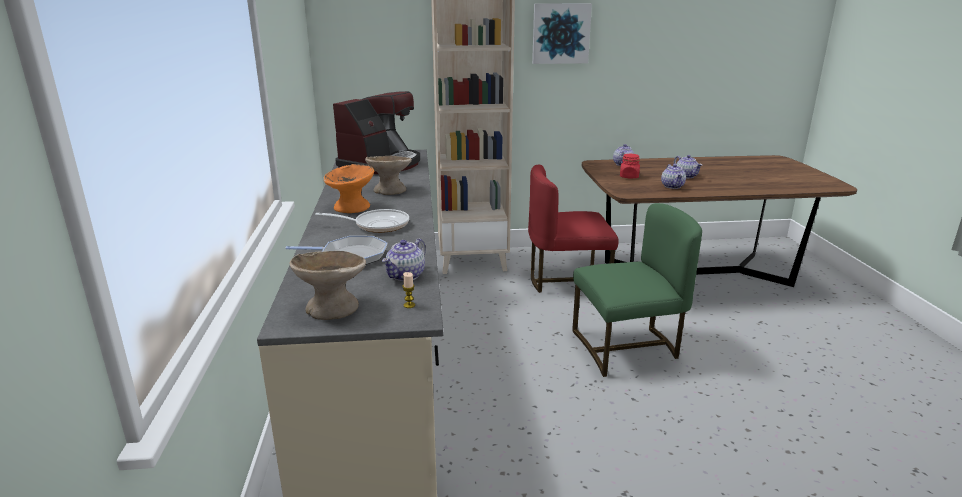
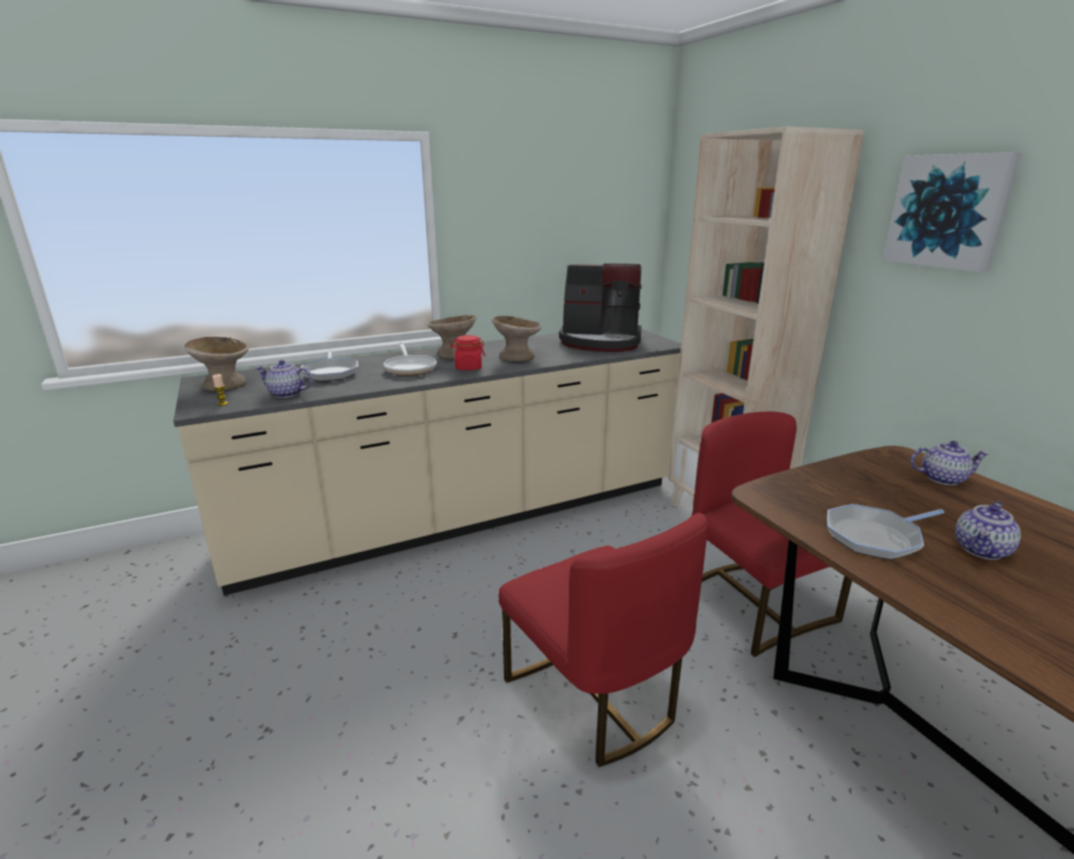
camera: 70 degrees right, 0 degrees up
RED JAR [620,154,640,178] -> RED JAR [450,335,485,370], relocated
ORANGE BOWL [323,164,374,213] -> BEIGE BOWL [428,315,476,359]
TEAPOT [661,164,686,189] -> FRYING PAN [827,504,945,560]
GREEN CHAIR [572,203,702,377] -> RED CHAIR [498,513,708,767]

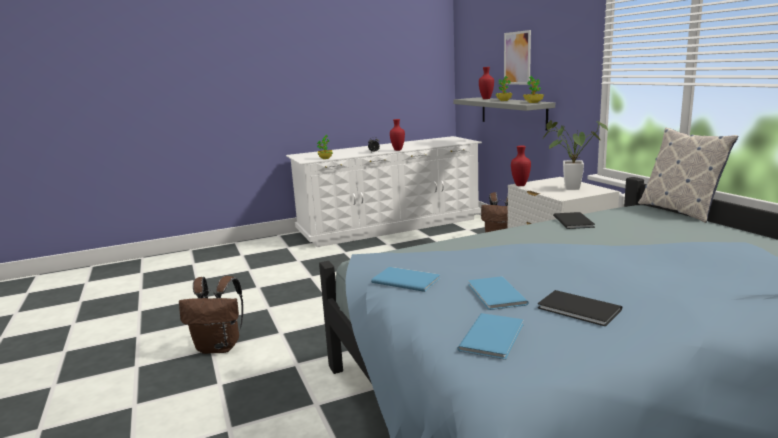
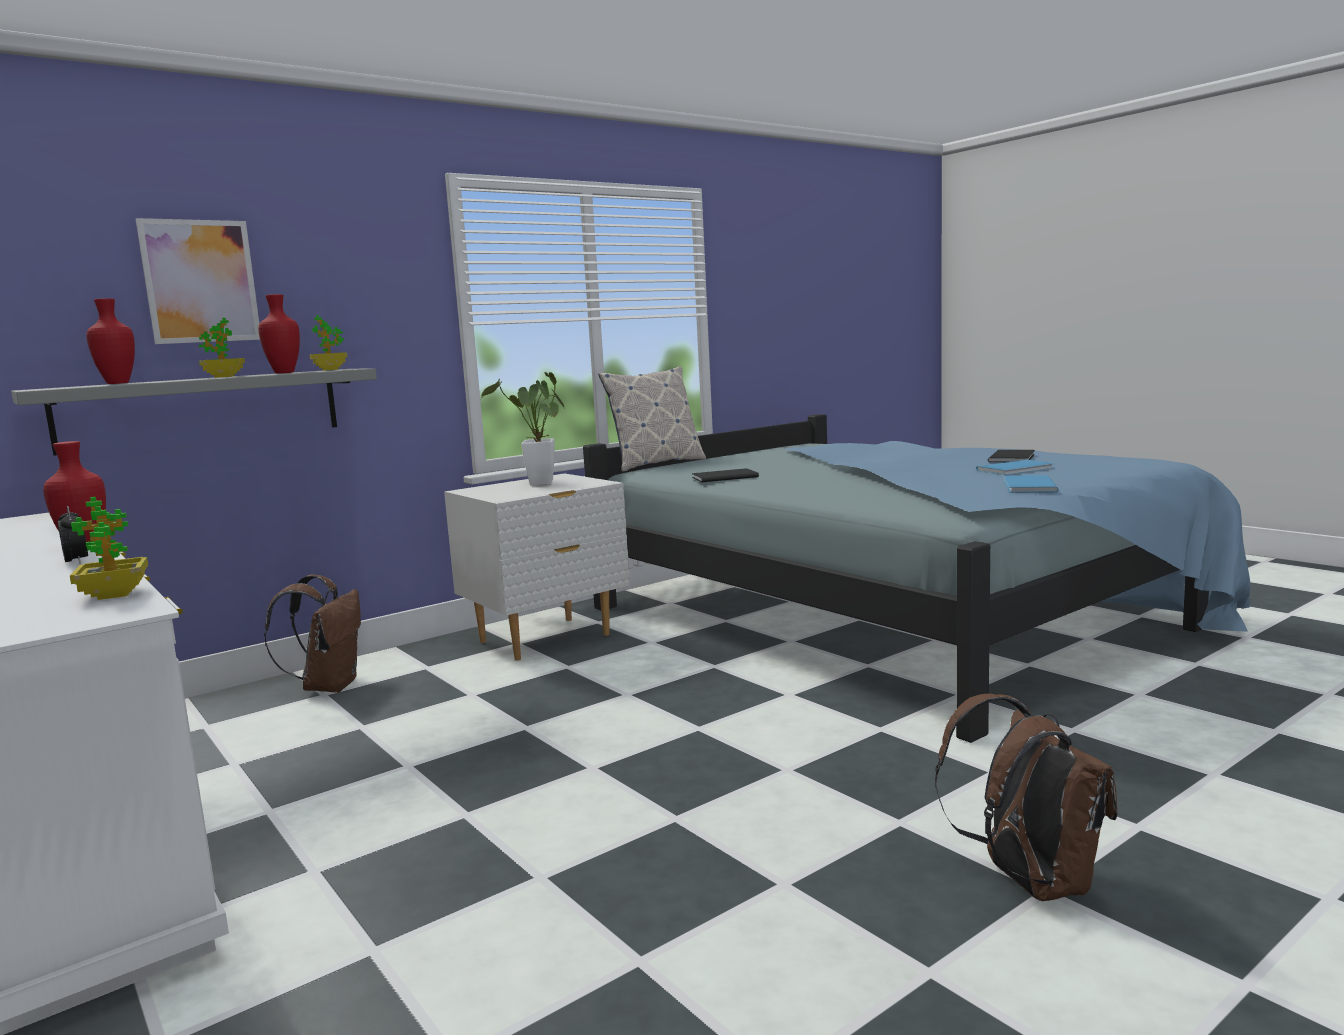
camera: 105 degrees left, 5 degrees down
RED VASE [511,146,531,186] -> RED VASE [258,294,300,374], relocated
BLUE BOOK [457,313,524,360] -> none

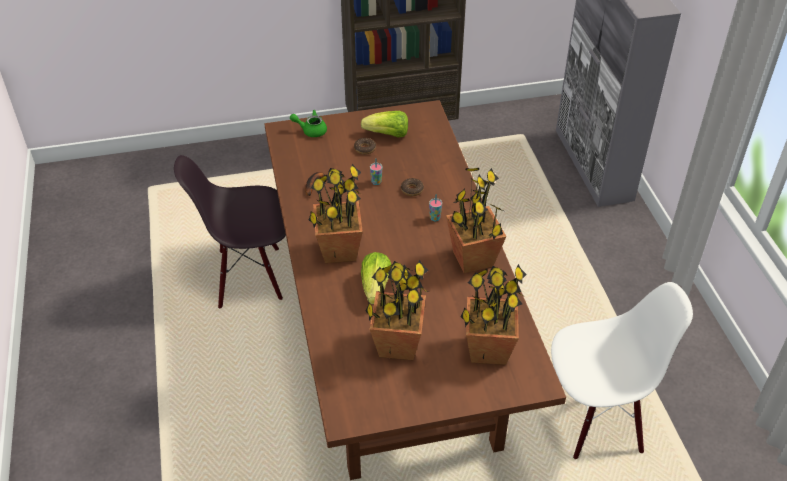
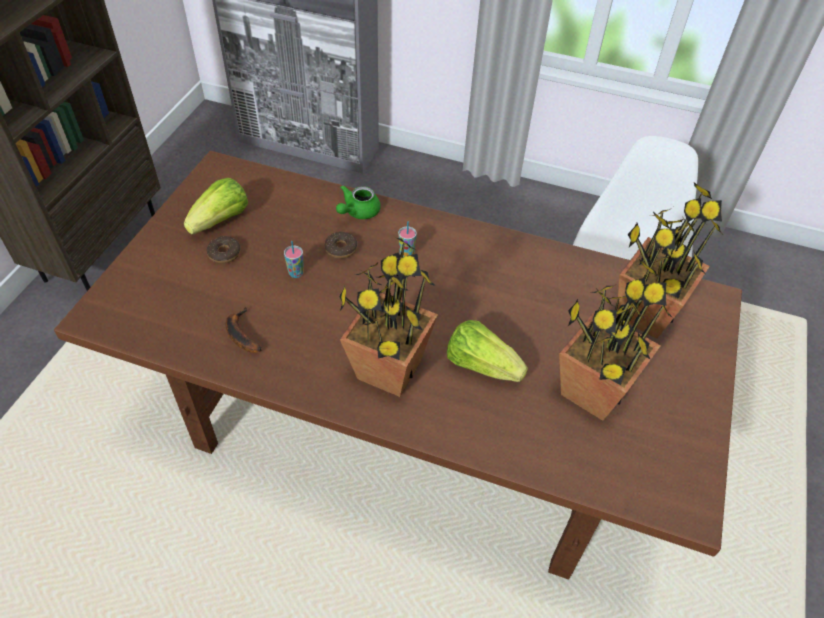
camera: 60 degrees left, 5 degrees up
GREEN TEAPOT [290,110,327,137] -> GREEN TEAPOT [336,185,381,219], relocated
BLACK CHAIR [174,155,286,308] -> none
POTTED PLANT [446,168,507,273] -> none

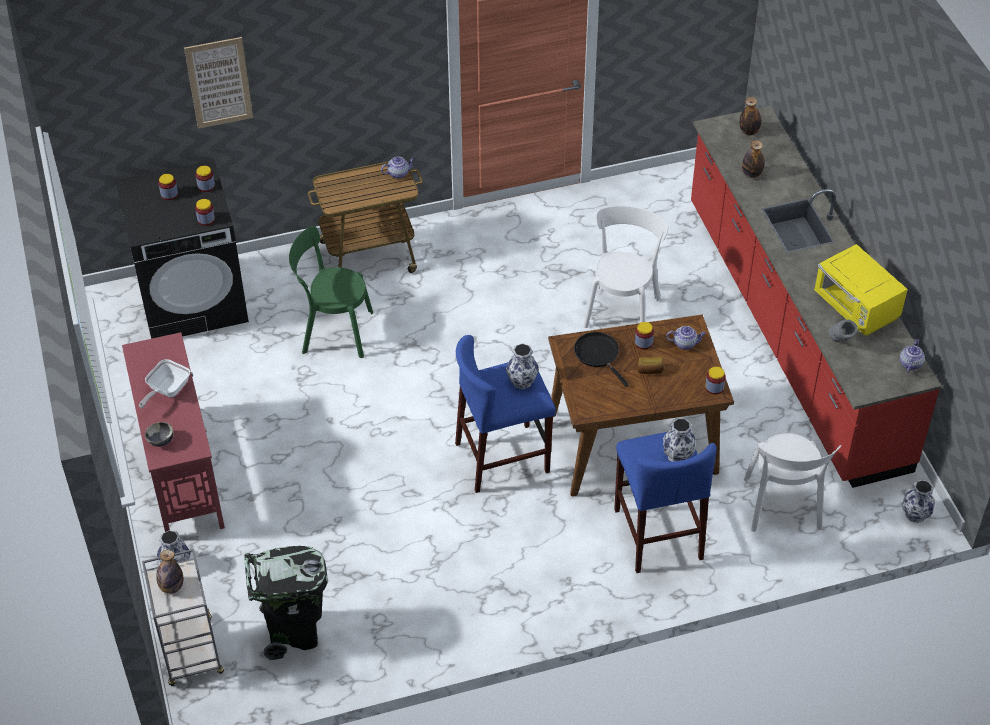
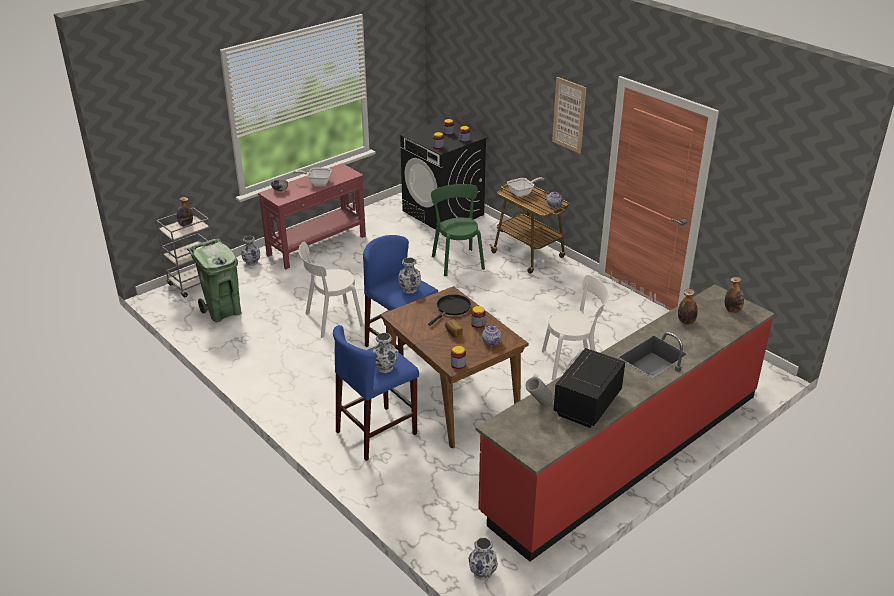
camera: 65 degrees right, 15 degrees down
PICTURE [184,37,253,129] -> PICTURE [552,77,586,153], relocated
YELLOW MICROWAVE [814,244,908,336] -> BLACK MICROWAVE [553,348,625,428]
TEAPOT [900,338,925,372] -> none
WHITE CHAIR [744,433,842,532] -> WHITE CHAIR [299,242,364,338], relocated
BLACK TRASH CAN [244,546,328,660] -> GREEN TRASH CAN [187,239,242,322]
none -> FRYING PAN [507,177,544,197]

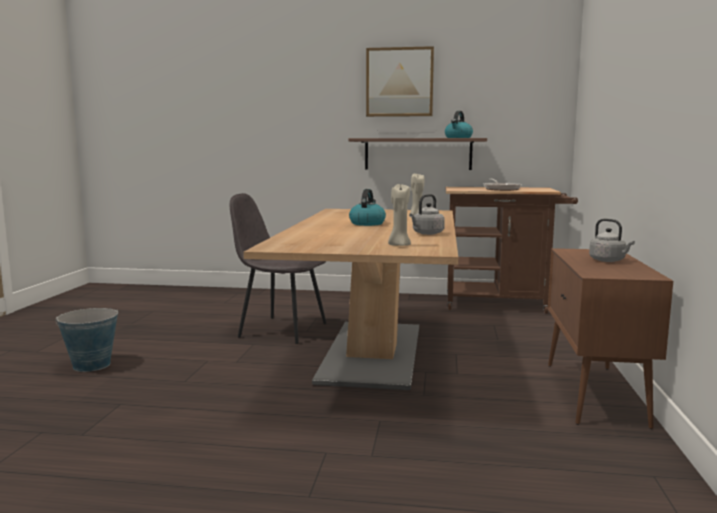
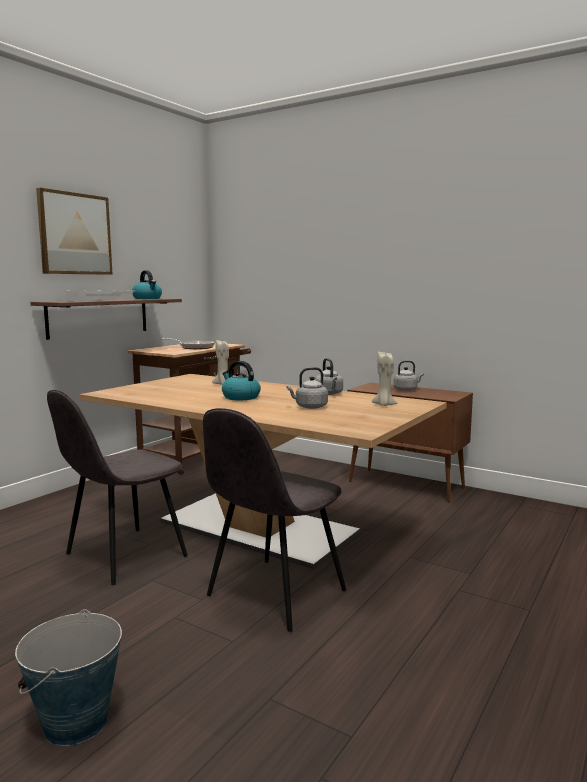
camera: 65 degrees left, 0 degrees up
none -> GREY KETTLE [286,367,328,409]
none -> GREY CHAIR [203,408,346,632]

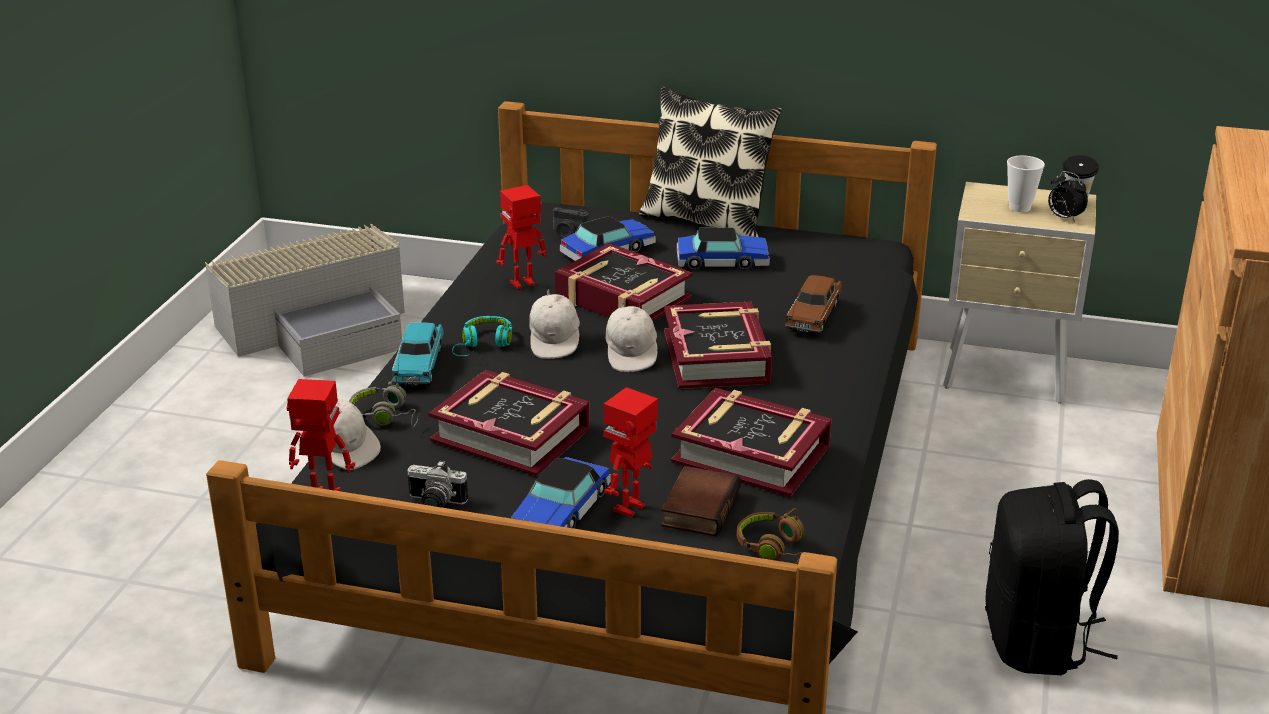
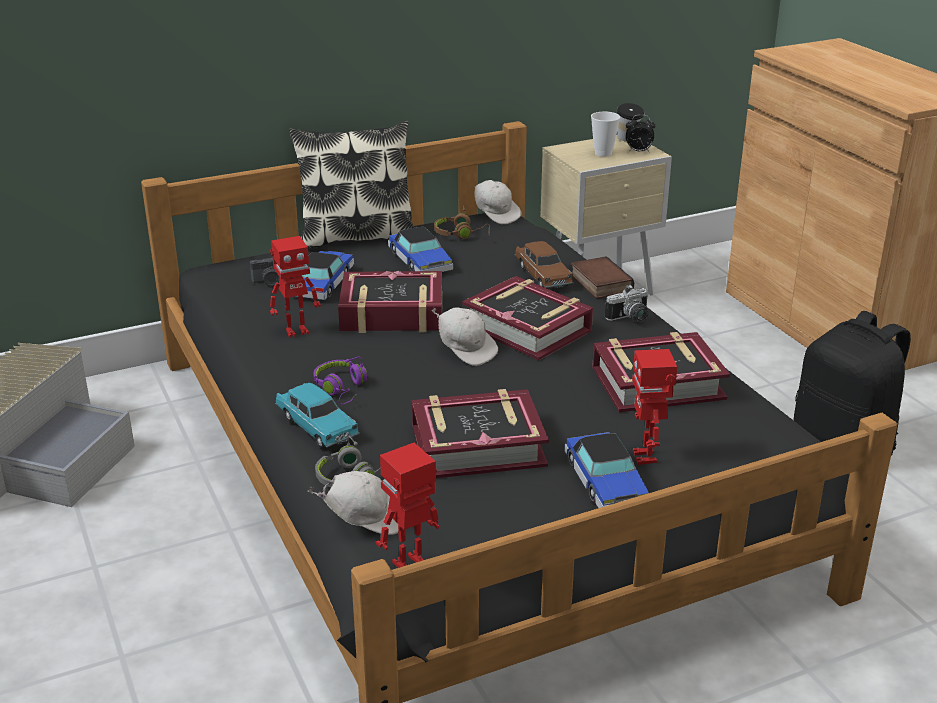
camera: 40 degrees left, 0 degrees up
TOY ROBOT [496,185,546,289] -> TOY ROBOT [270,236,321,338], 135 degrees counterclockwise
TOY CAR [677,227,770,270] -> TOY CAR [388,227,453,272], 105 degrees clockwise
WHITE CAP [529,289,580,359] -> WHITE CAP [474,180,522,225], relocated
TURQUOISE HEADPHONES [452,316,512,356] -> PURPLE HEADPHONES [314,357,367,405]
PHOTO CAMERA [407,460,468,508] -> PHOTO CAMERA [605,285,649,322], relocated
BOOK [661,466,741,537] -> BOOK [571,256,634,299], relocated
BROWN HEADPHONES [737,508,804,564] -> BROWN HEADPHONES [434,206,490,239], relocated

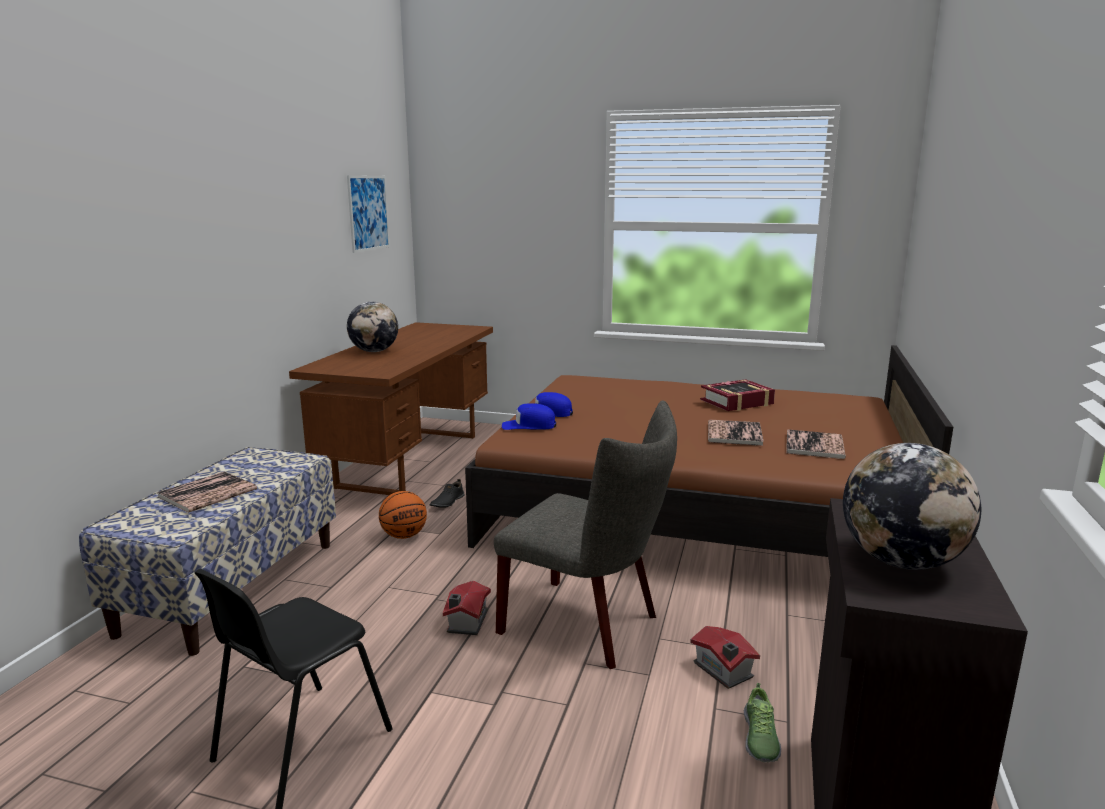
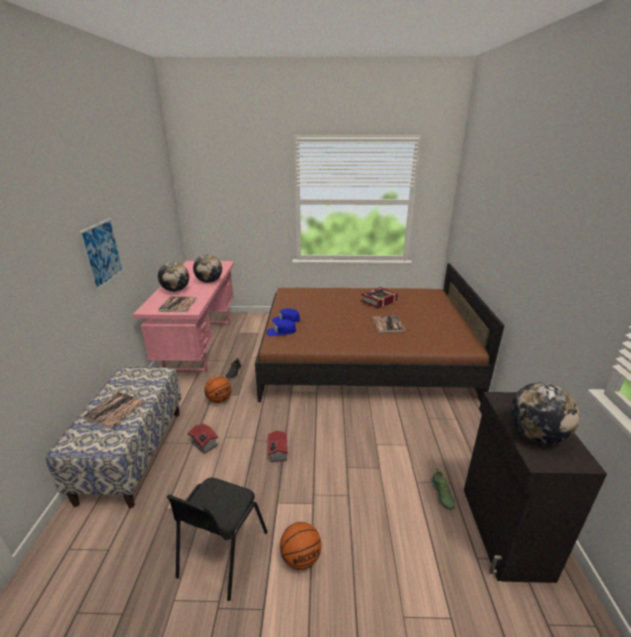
camera: 15 degrees left, 10 degrees up
PICTURE [347,175,390,253] -> PICTURE [79,218,124,291], relocated
BROWN DESK [289,322,493,495] -> PINK DESK [132,261,234,373]
GREY CHAIR [494,400,677,669] -> none
BOOK [786,429,846,459] -> BOOK [158,296,196,312], relocated
TOY HOUSE [690,626,760,689] -> TOY HOUSE [188,424,219,454], relocated
none -> GLOBE [193,254,222,283]
none -> BASKETBALL [280,522,321,570]

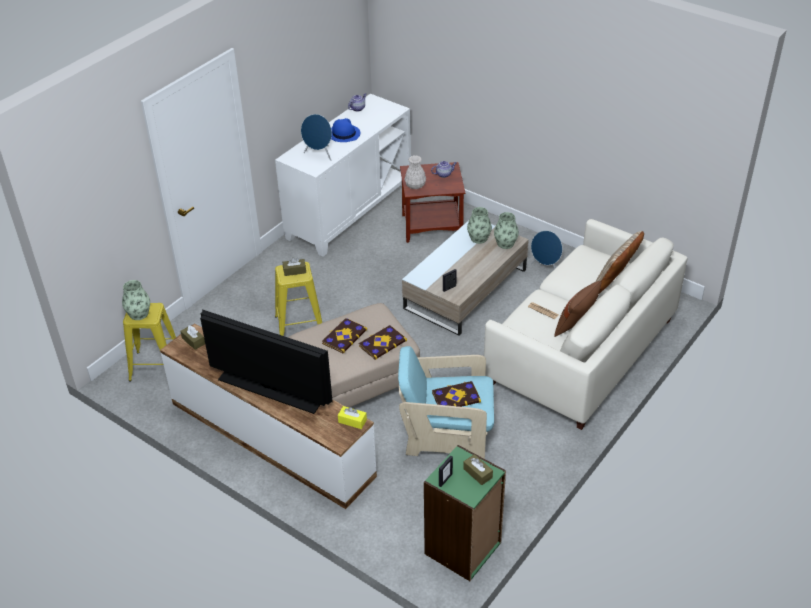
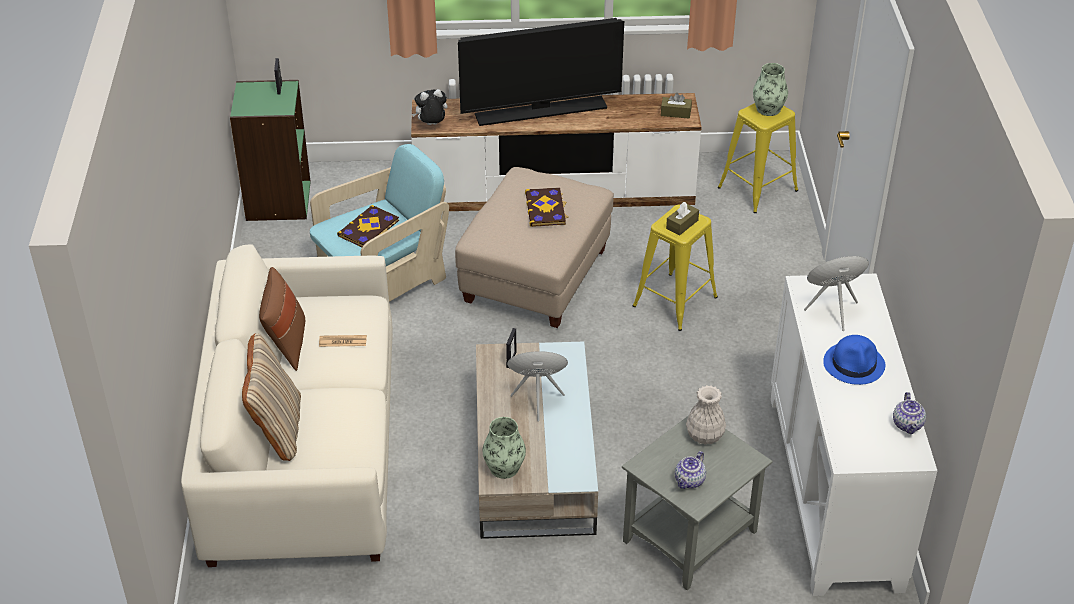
camera: 140 degrees right, 0 degrees up
BROWN SIDE TABLE [400,162,465,243] -> GREY SIDE TABLE [622,415,773,590]
VASE [467,207,492,244] -> none
BLUE SPEAKER [531,231,562,269] -> BLUE SPEAKER [507,351,568,422], relocated
BOOK [359,325,407,360] -> none
YELLOW TISSUE BOX [338,406,367,429] -> PLUSH TOY [412,89,448,125]
BROWN TISSUE BOX [463,454,493,485] -> none

